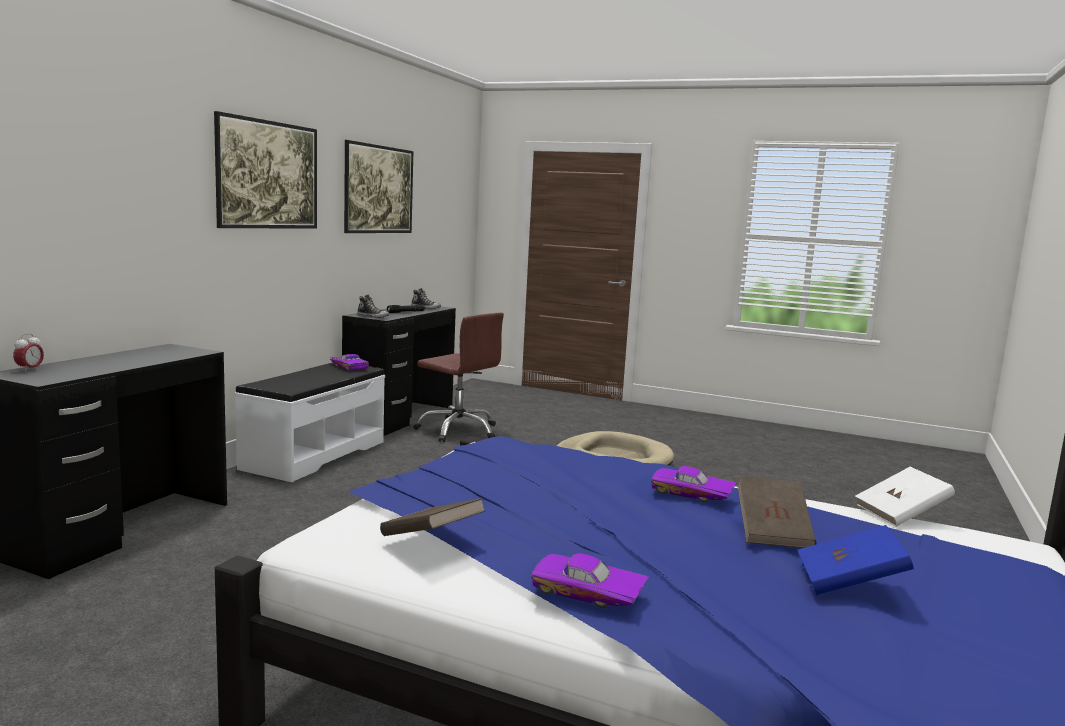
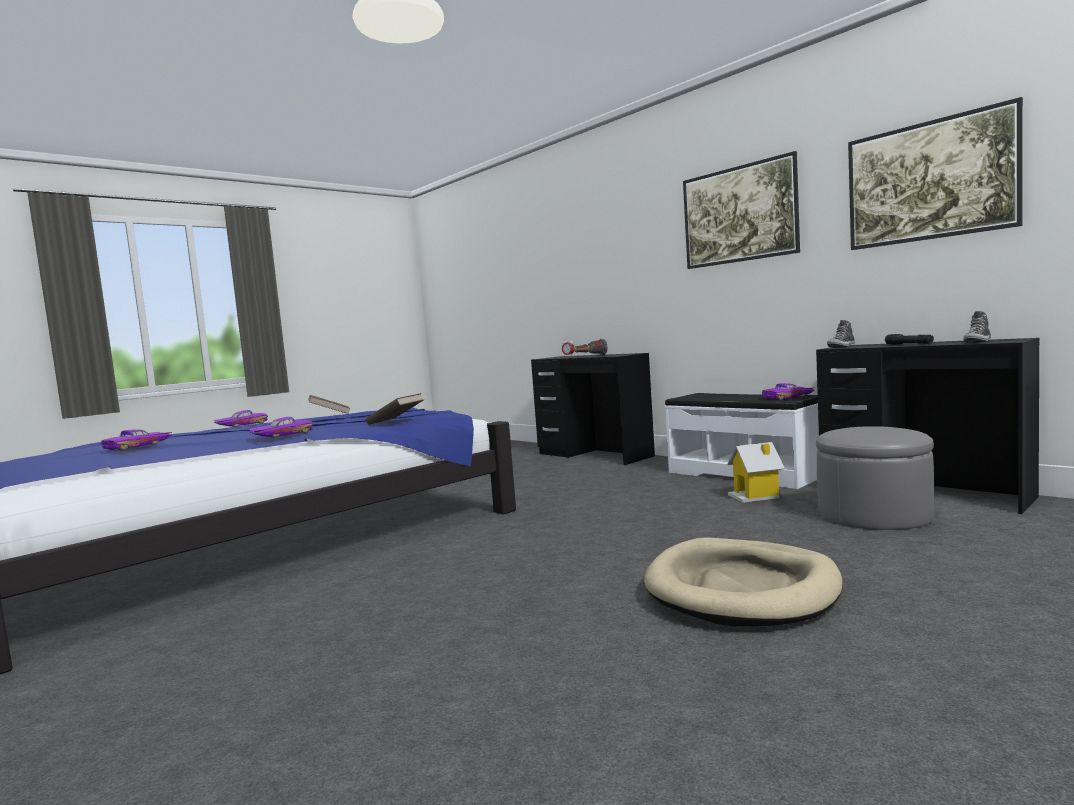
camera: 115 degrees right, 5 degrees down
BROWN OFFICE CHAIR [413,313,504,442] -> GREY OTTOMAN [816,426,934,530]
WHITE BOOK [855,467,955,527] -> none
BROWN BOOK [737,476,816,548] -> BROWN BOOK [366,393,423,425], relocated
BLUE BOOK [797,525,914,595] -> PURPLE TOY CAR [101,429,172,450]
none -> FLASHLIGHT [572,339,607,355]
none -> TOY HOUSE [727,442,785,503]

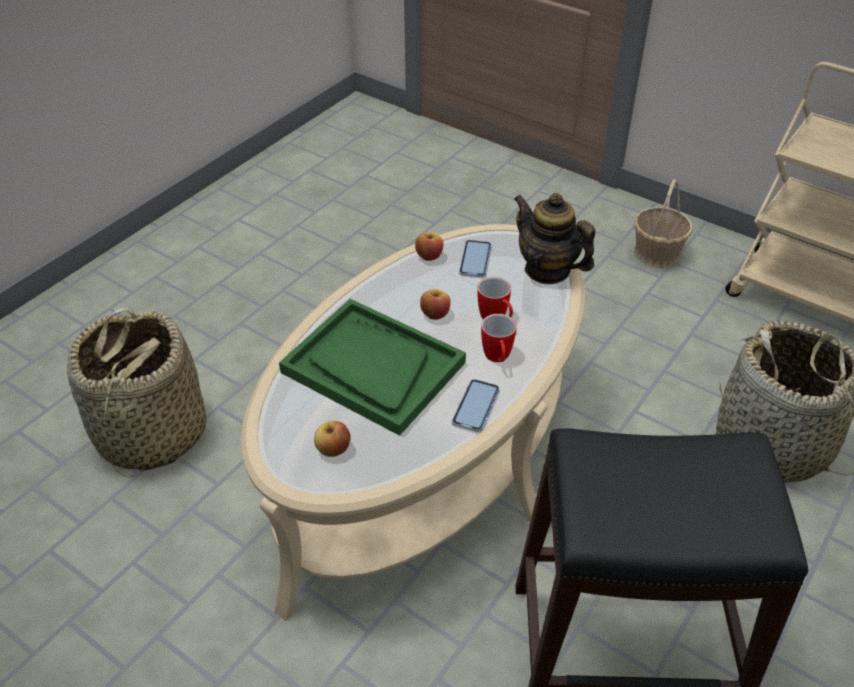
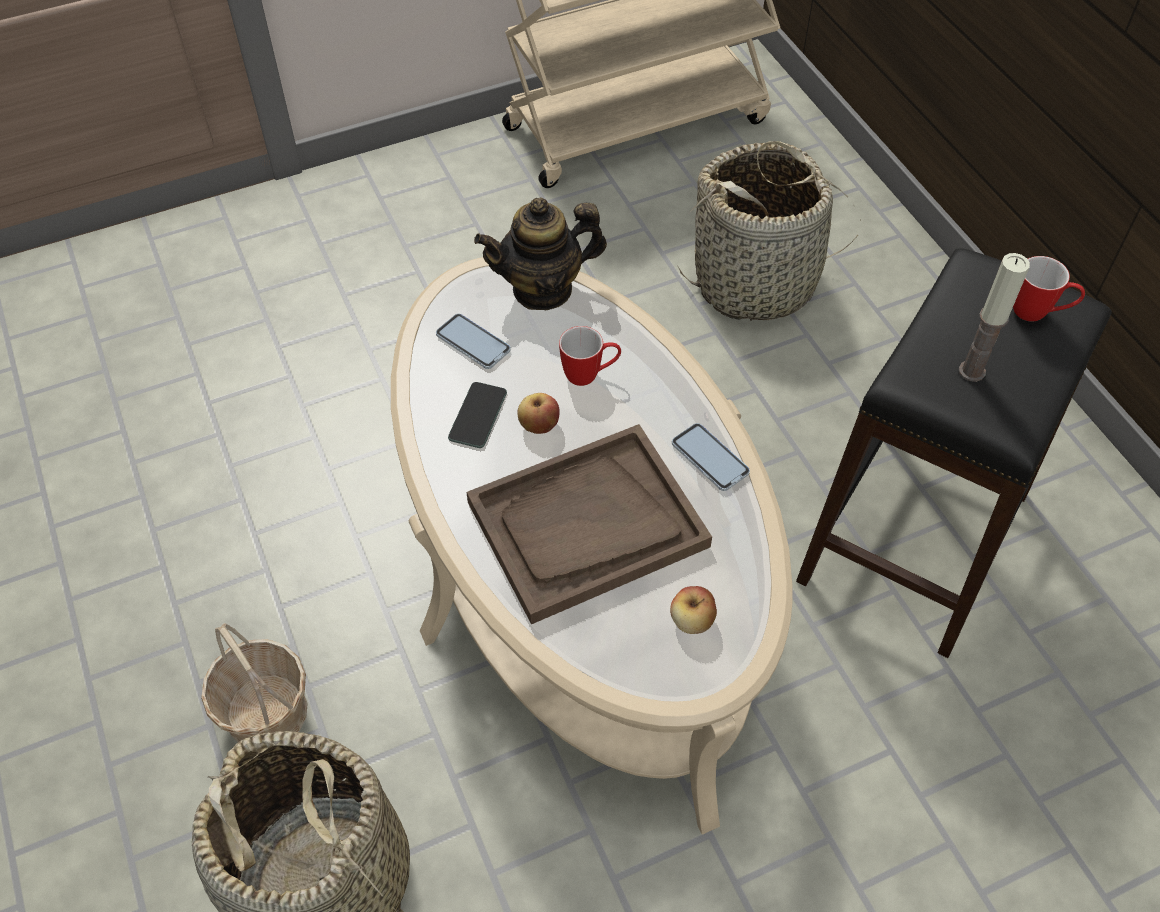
camera: 60 degrees left, 10 degrees up
BASKET [634,179,692,268] -> BASKET [201,623,308,742], relocated
APPLE [415,232,443,261] -> none
GREEN TRAY [279,299,466,436] -> BROWN TRAY [466,424,712,624]
MUG [481,314,517,362] -> MUG [1013,256,1085,322], relocated
none -> CANDLE [958,253,1030,382]
none -> PHONE [448,382,507,448]

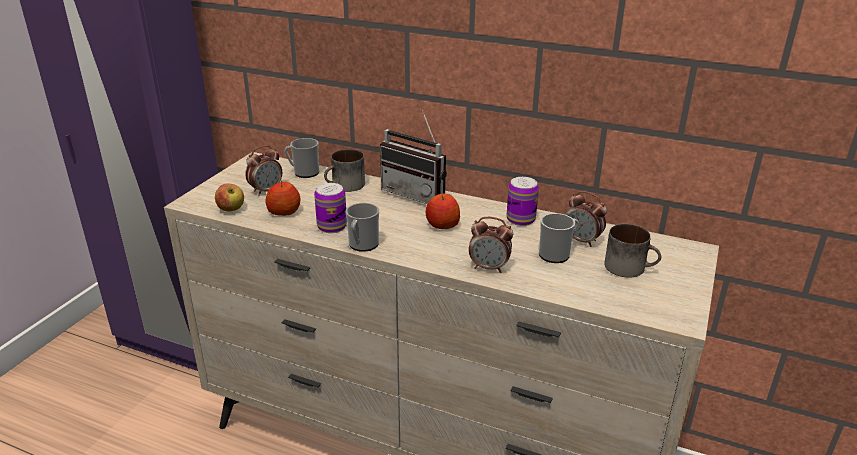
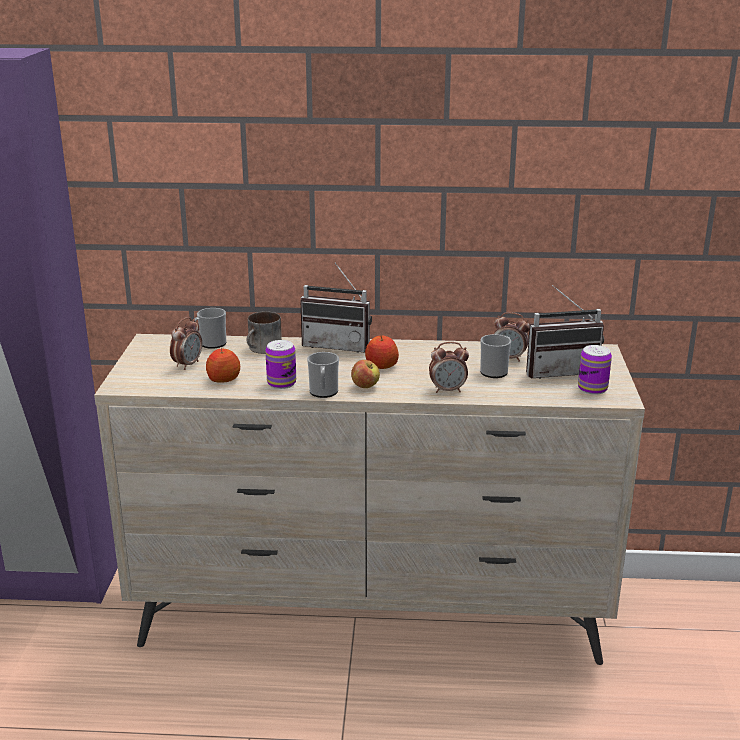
camera: 20 degrees left, 5 degrees down
CAN [507,177,539,226] -> CAN [578,345,612,395], relocated
APPLE [215,183,244,212] -> APPLE [351,360,380,388], relocated
MUG [604,224,661,278] -> RADIO [526,285,604,379]

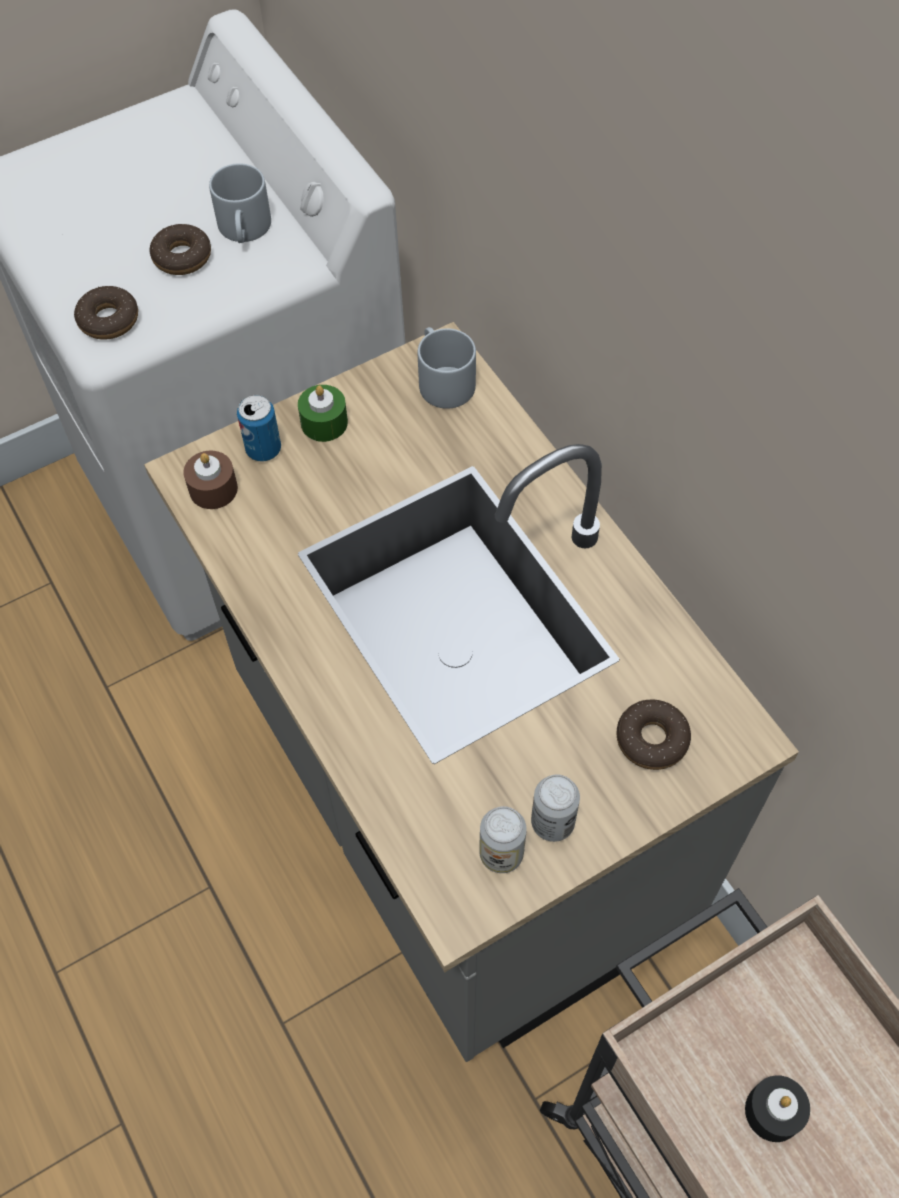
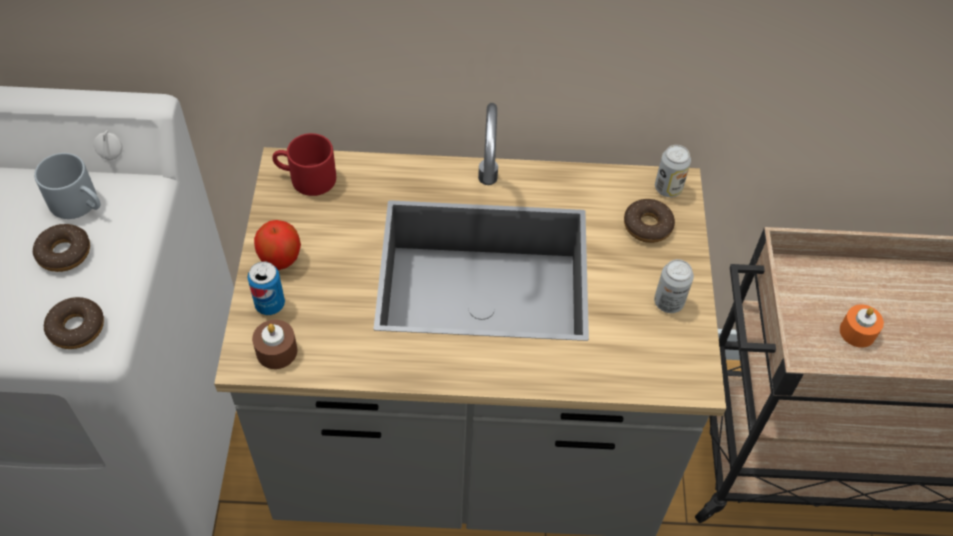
camera: 60 degrees left, 5 degrees down
GREY MUG [418,327,476,409] -> RED MUG [272,133,336,196]
GREEN CANDLE [298,385,348,442] -> APPLE [254,220,301,270]
CAN [479,806,527,873] -> CAN [655,145,691,197], relocated
BLACK CANDLE [745,1075,810,1142] -> ORANGE CANDLE [840,304,884,348]

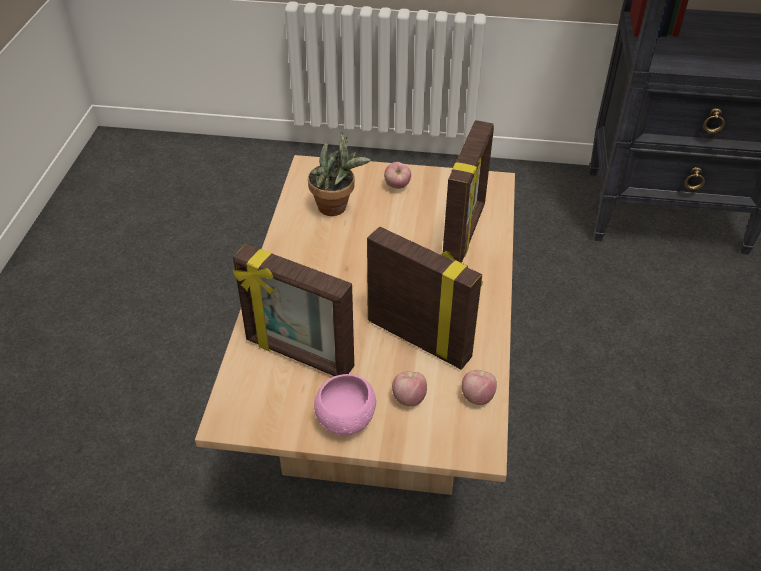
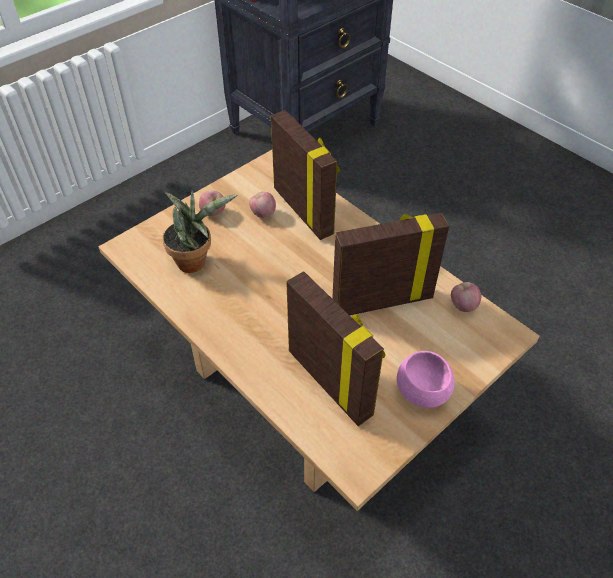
camera: 50 degrees left, 5 degrees up
PICTURE FRAME [233,244,354,376] -> PICTURE FRAME [286,271,386,426], 105 degrees counterclockwise
APPLE [392,371,427,406] -> APPLE [249,192,276,218], relocated

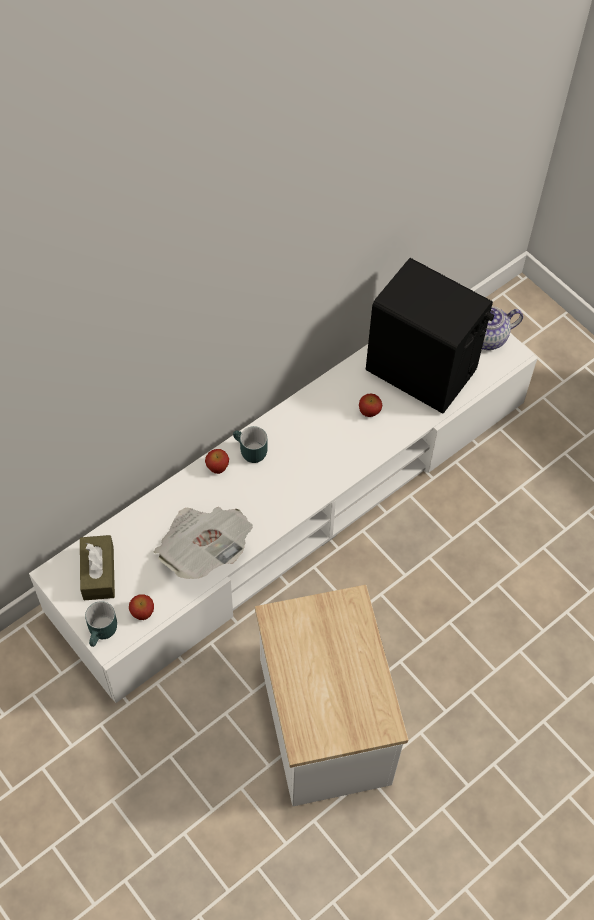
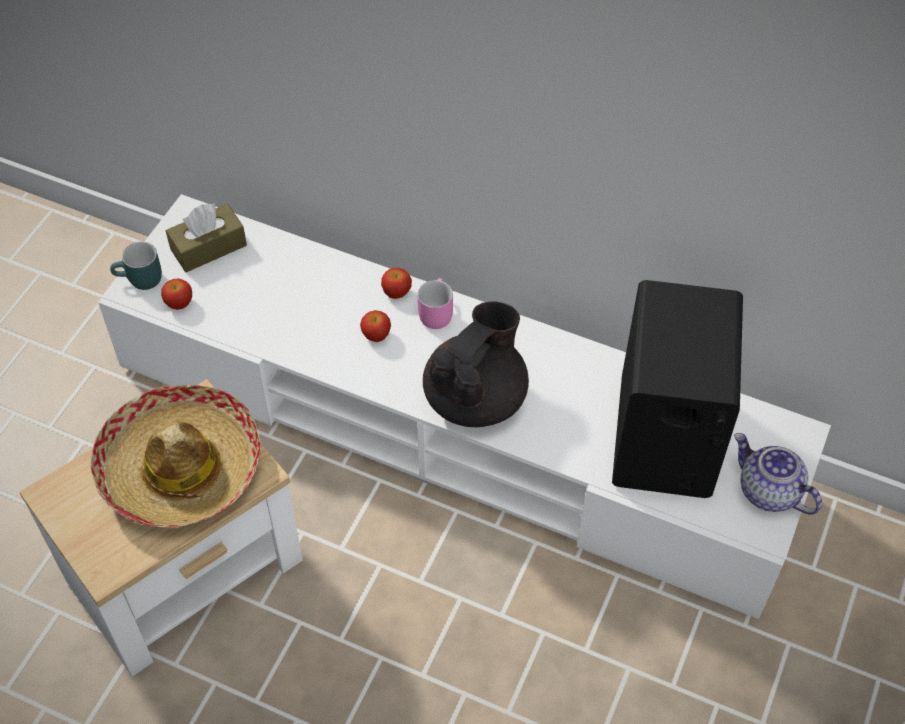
camera: 65 degrees right, 5 degrees down
APPLE [359,393,382,417] -> APPLE [360,310,391,342], relocated
TURQUOISE MUG [233,426,268,463] -> PINK MUG [418,278,453,329]
NEWSPAPER [153,507,253,579] -> none
none -> BLACK TEAPOT [423,301,529,427]
none -> HAT [91,385,261,528]

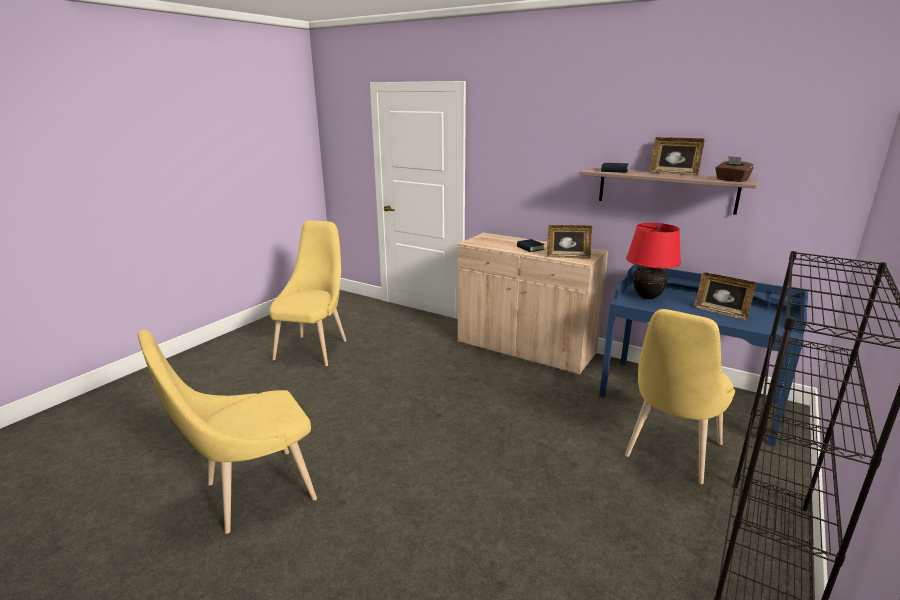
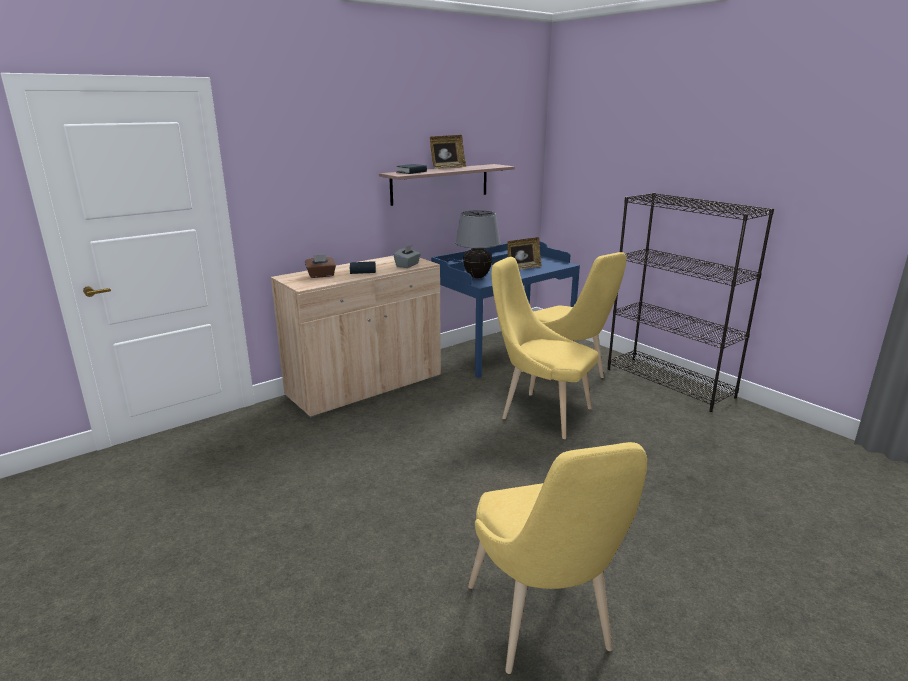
camera: 70 degrees left, 0 degrees up
BROWN TISSUE BOX [715,156,754,182] -> BROWN TISSUE BOX [305,255,336,278], relocated
YELLOW CHAIR [270,221,346,366] -> YELLOW CHAIR [491,257,599,439], relocated
RED TABLE LAMP [626,223,681,299] -> GREY TABLE LAMP [455,210,501,278]
PICTURE FRAME [547,225,592,259] -> GREY TISSUE BOX [393,244,421,268]

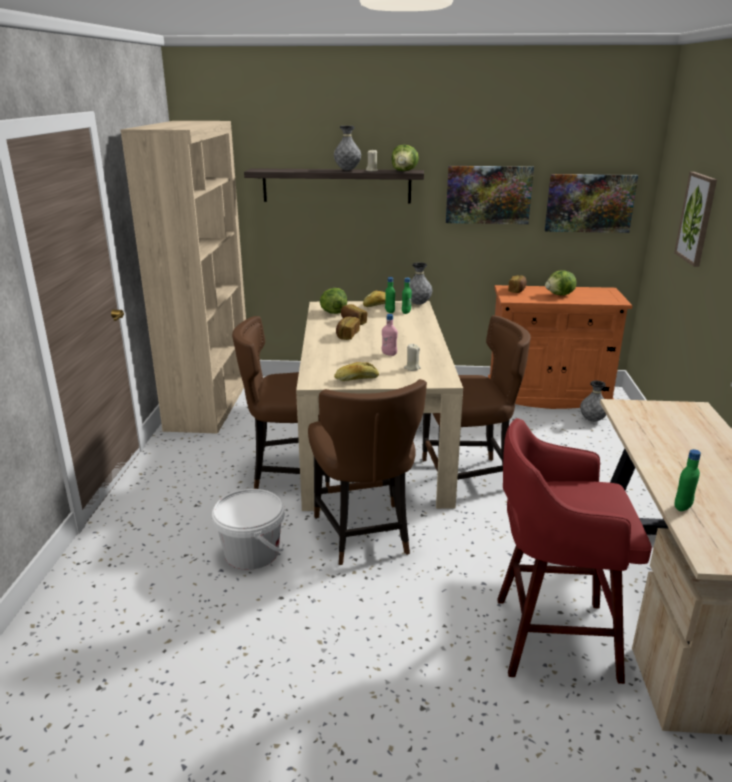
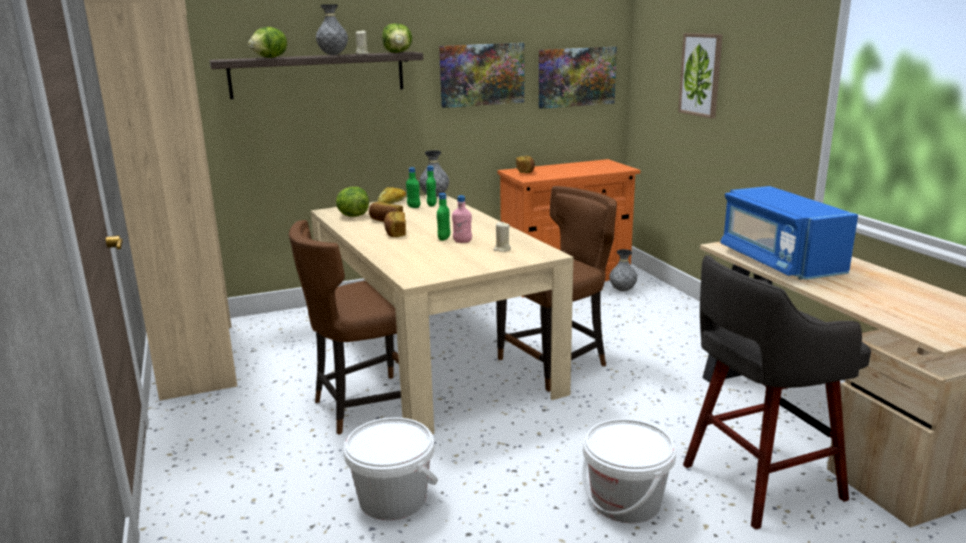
camera: 25 degrees left, 5 degrees down
LETTUCE [545,270,576,296] -> LETTUCE [248,27,287,58], relocated
BREAD [334,362,379,381] -> none
BROWN CHAIR [308,379,427,565] -> none
RED STOOL [497,418,652,684] -> GREY STOOL [683,255,871,530]
GREEN BOTTLE [674,449,701,511] -> GREEN BOTTLE [437,193,450,241], relocated
none -> BLUE MICROWAVE [721,186,858,280]
none -> WHITE BUCKET [582,419,676,523]

